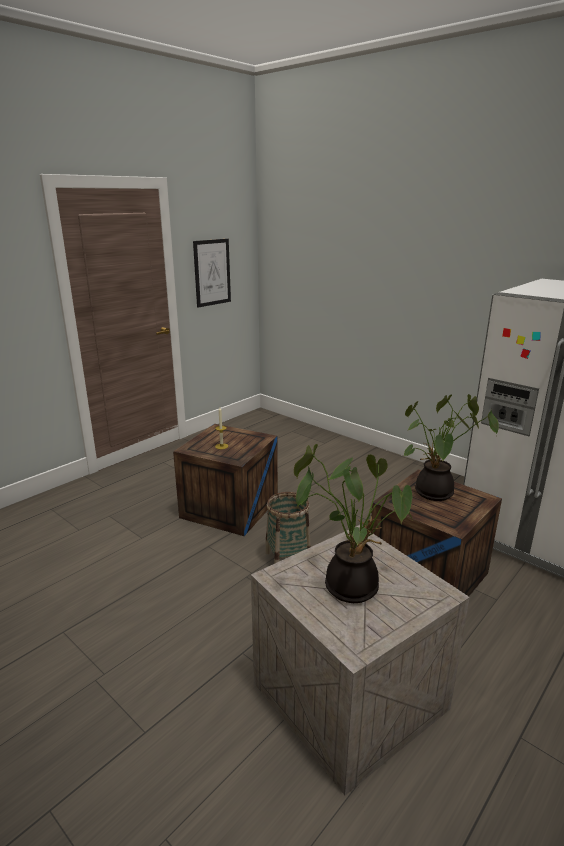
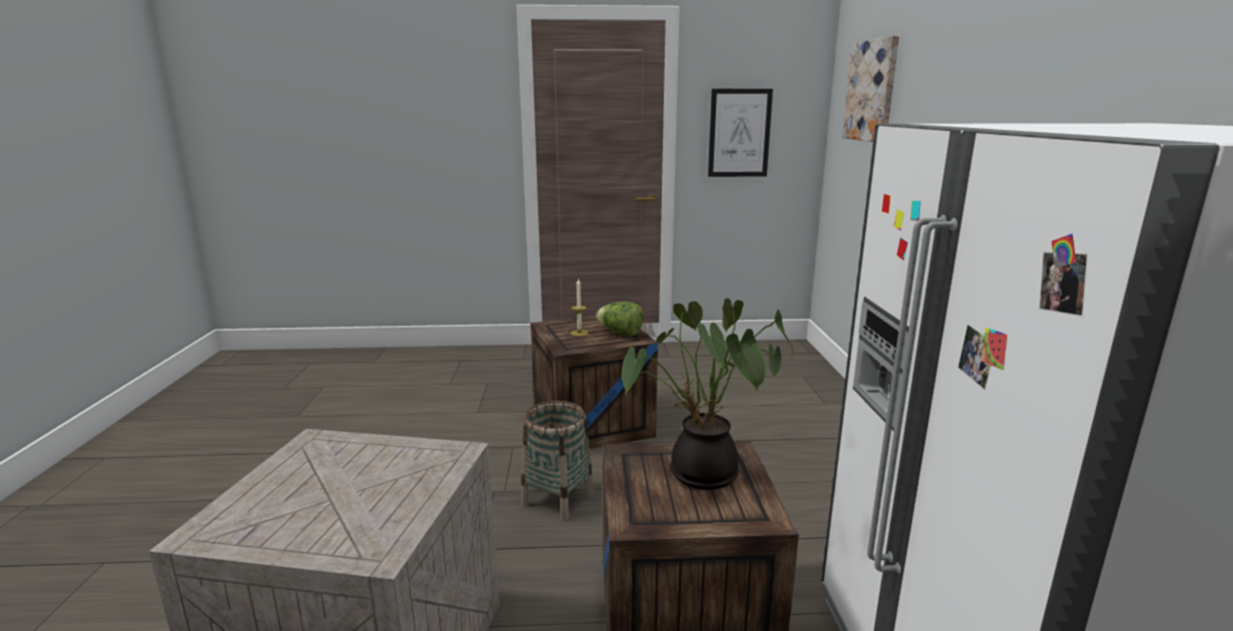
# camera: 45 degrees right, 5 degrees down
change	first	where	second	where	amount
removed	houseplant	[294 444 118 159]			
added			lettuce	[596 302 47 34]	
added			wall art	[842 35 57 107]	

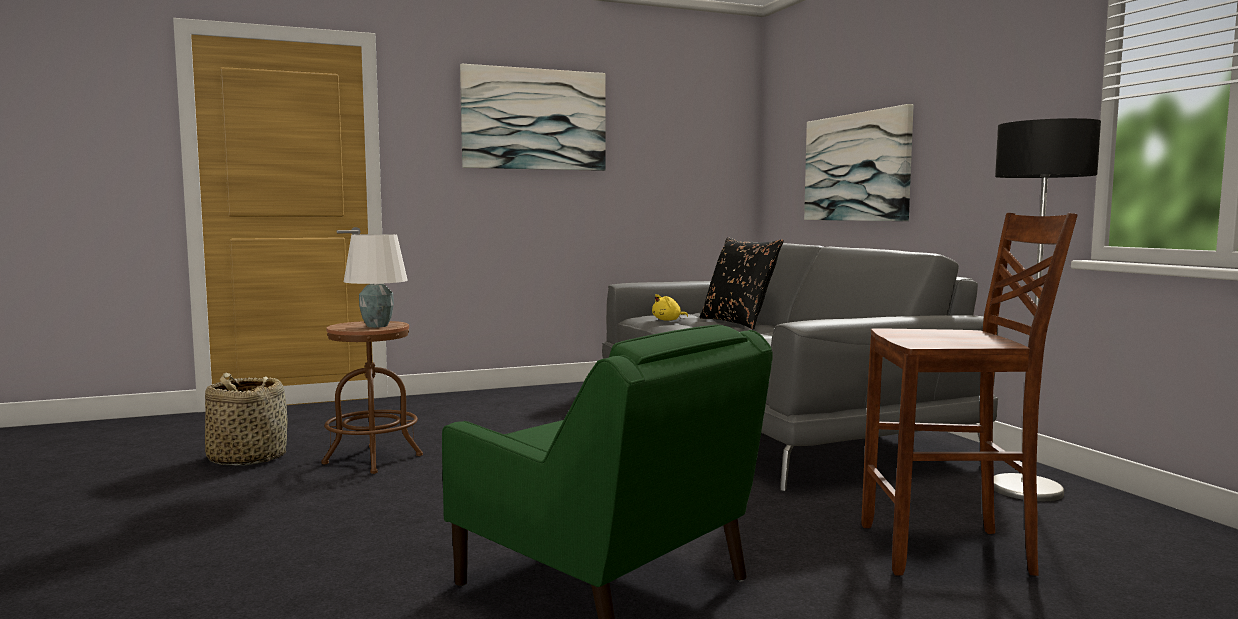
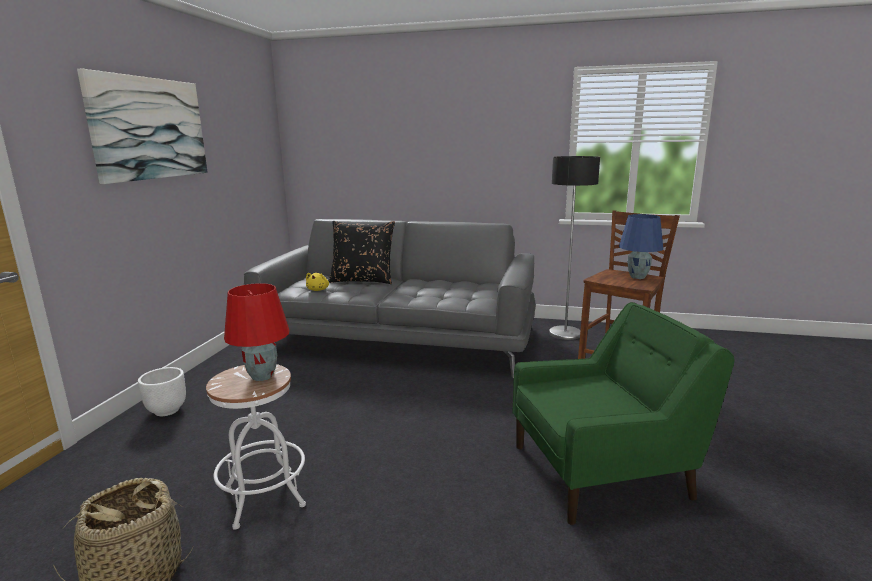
# camera: 55 degrees left, 10 degrees up
change	first	where	second	where	amount
recoloured	brown-coloured stool	[321 321 102 153]	whitish stool	[206 364 100 166]	
recoloured	whitish lamp for a table	[344 234 64 94]	red-coloured lamp for a table	[224 283 66 98]	
removed	wall art	[804 104 110 117]			
added			whitish flower pot	[138 367 48 49]	
added			blue lamp for a table	[619 214 44 65]	

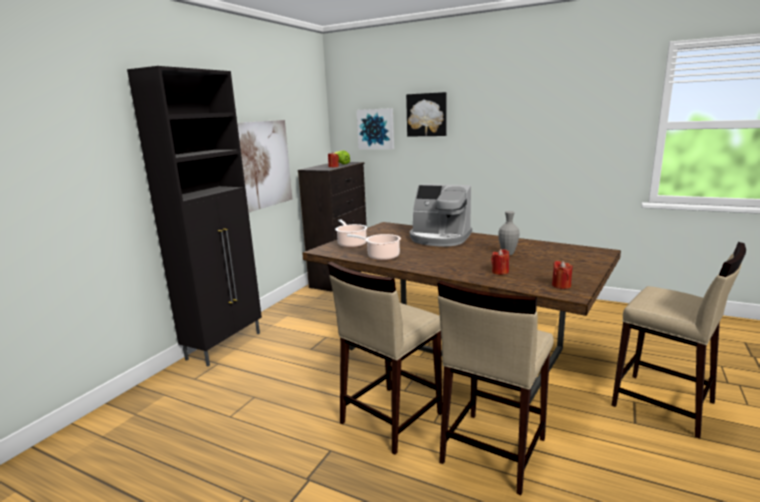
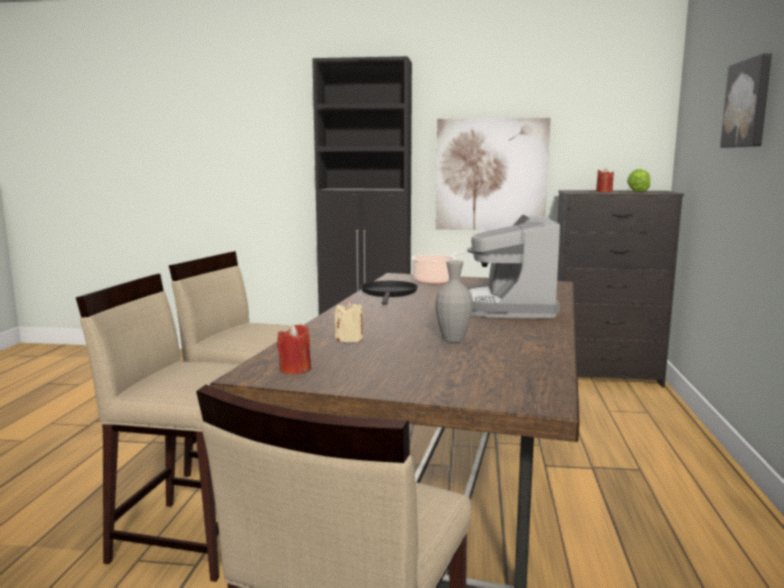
# camera: 70 degrees right, 5 degrees down
change	first	where	second	where	amount
replaced	stockpot	[347 234 54 26]	black-coloured pan	[361 281 57 24]	
removed	wall art	[357 108 37 41]			
recoloured	red-coloured wax light	[491 249 18 26]	beige wax light	[335 300 28 42]	

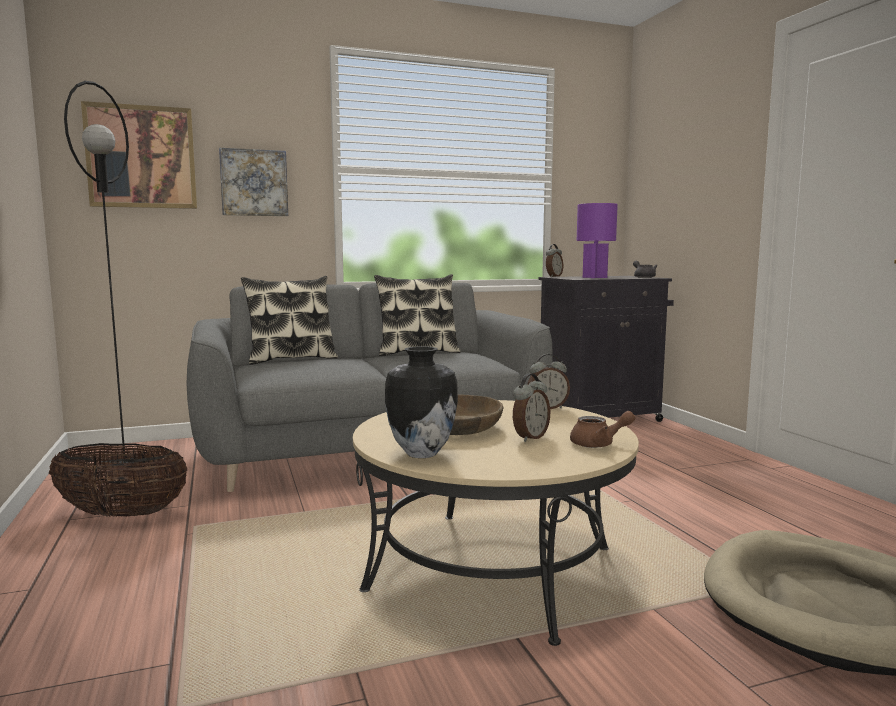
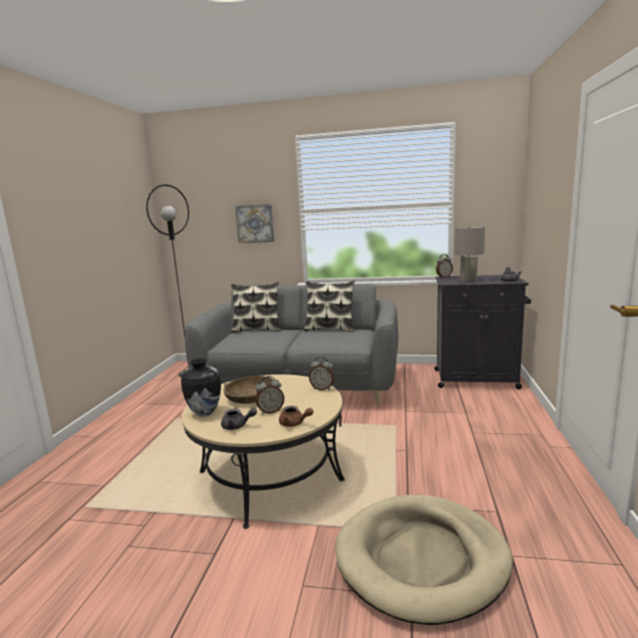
# camera: 30 degrees right, 5 degrees up
change	first	where	second	where	amount
removed	storage basket	[49 443 138 74]			
removed	wall art	[81 101 116 108]			
recoloured	purplish lamp for a table	[577 203 41 75]	gray lamp for a table	[454 226 31 56]	
added			gray tea pot	[221 408 36 22]	

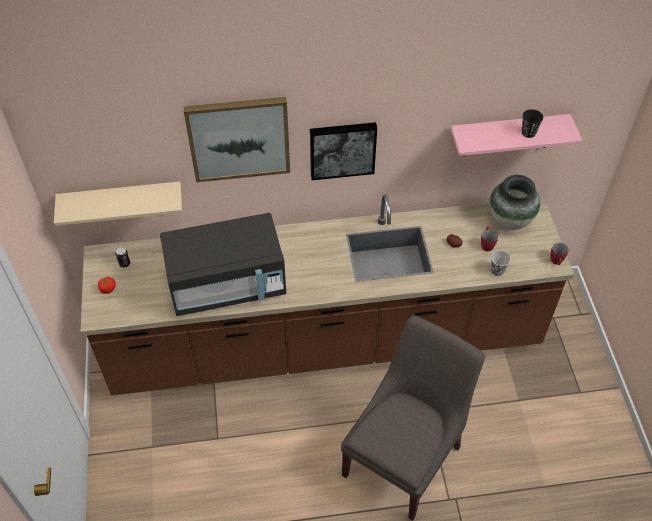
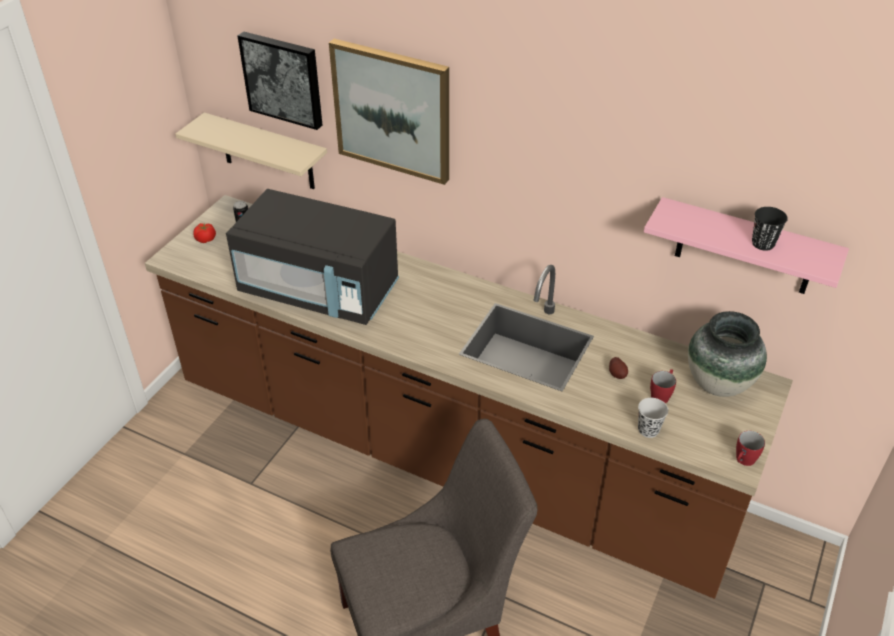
# camera: 35 degrees right, 10 degrees down
change	first	where	second	where	amount
moved	wall art	[310 122 67 58]		[238 32 84 98]	

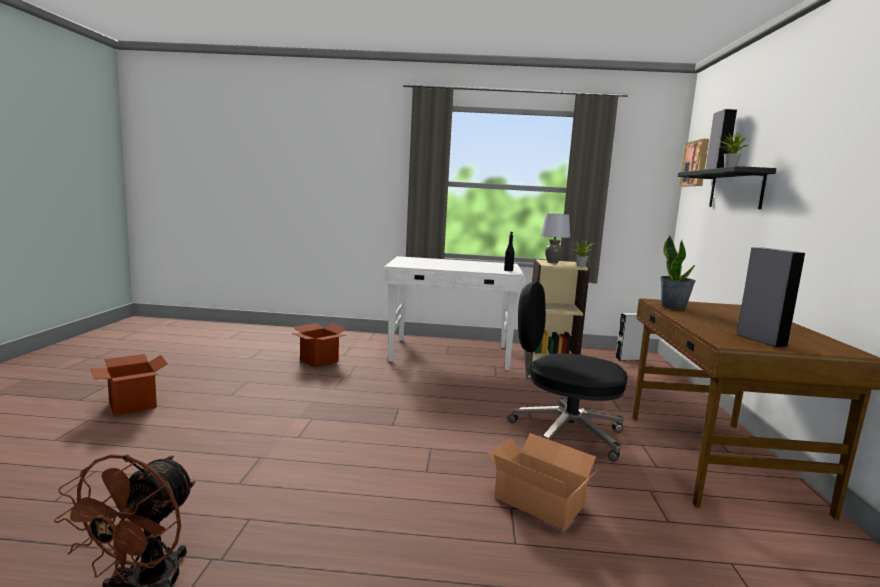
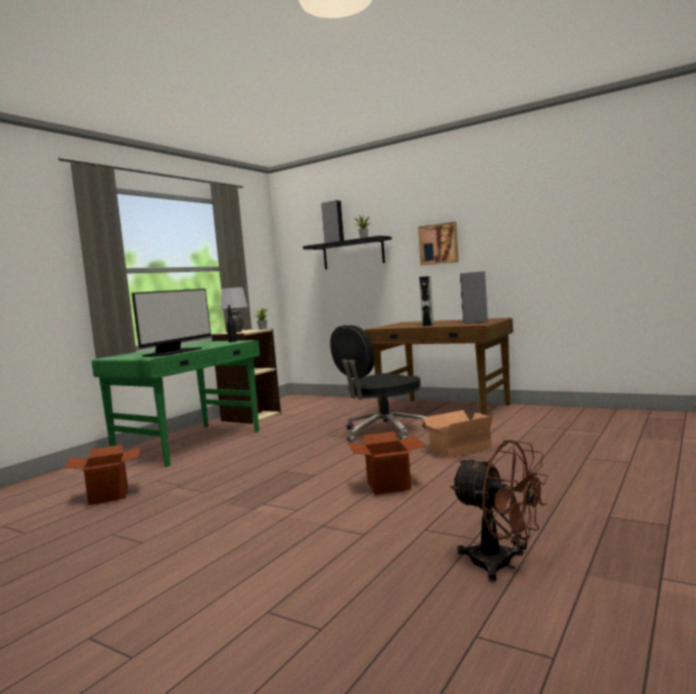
# camera: 60 degrees left, 5 degrees down
change	first	where	second	where	amount
moved	carton	[91 354 77 62]		[348 431 78 64]	
recoloured	whitish desk table	[382 256 144 114]	green-coloured desk table	[92 340 168 127]	
moved	gray loudspeaker	[615 313 29 48]		[419 276 15 51]	
removed	houseplant	[661 235 35 75]			
moved	wall art	[679 139 30 48]		[418 222 41 44]	
added			computer screen	[132 289 79 68]	

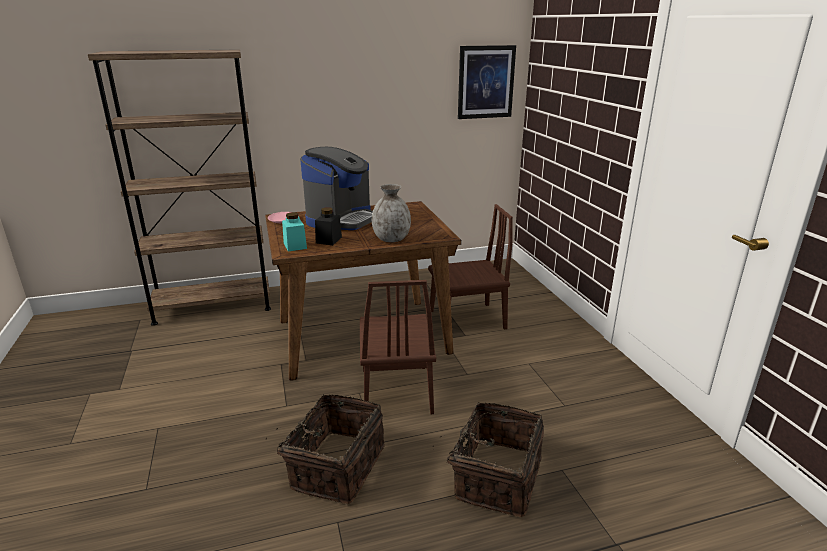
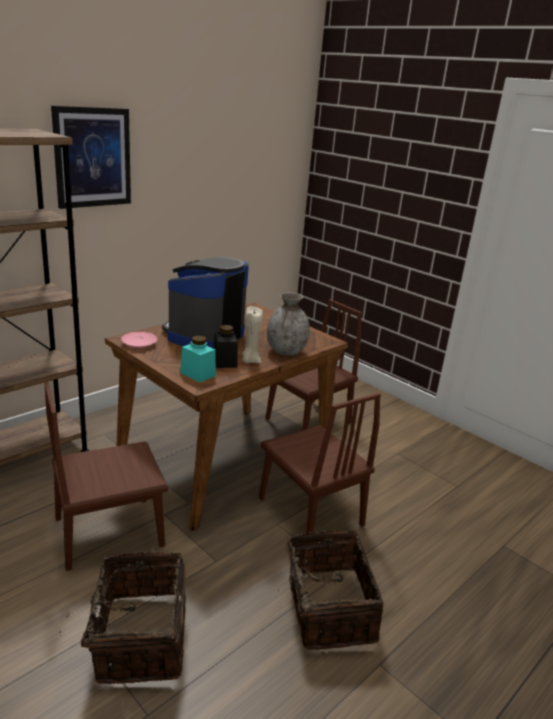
# camera: 30 degrees left, 0 degrees up
change	first	where	second	where	amount
turned	coffee machine	[300 147 73 83]		[162 257 87 92]	150 degrees counterclockwise
moved	storage basket	[440 403 104 115]		[60 551 126 133]	
moved	wall art	[458 45 58 74]		[51 106 80 103]	
added			brown-coloured chair	[44 382 124 189]	
added			beige wax light	[242 306 21 57]	

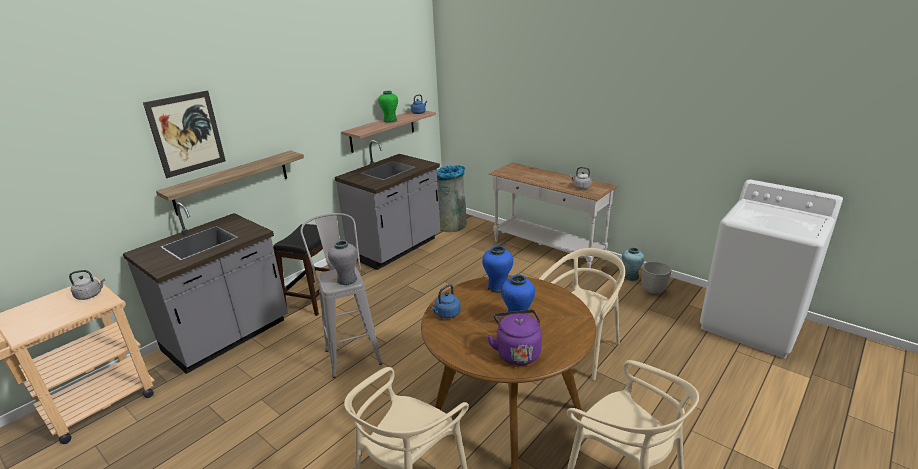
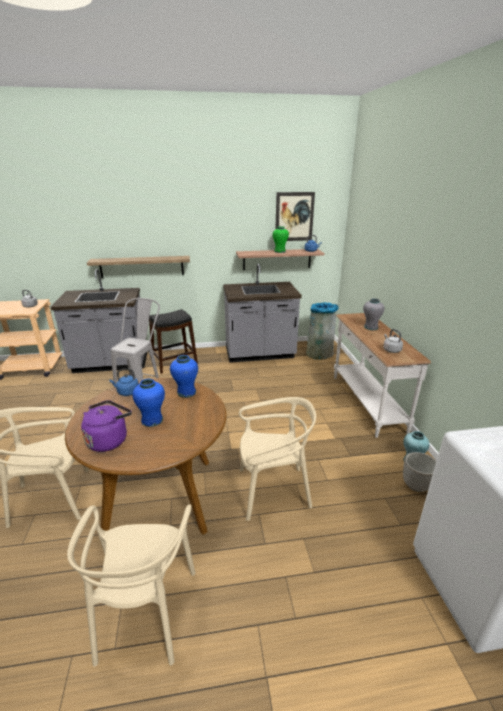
# camera: 40 degrees right, 0 degrees up
change	first	where	second	where	amount
moved	wall art	[143 90 83 88]		[275 192 40 49]	
moved	gray vase	[328 240 30 45]		[363 298 22 32]	

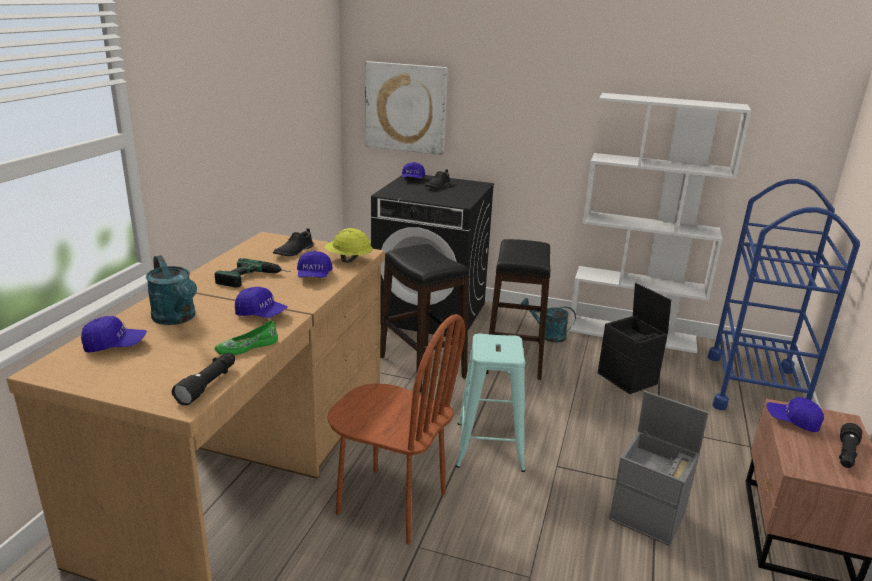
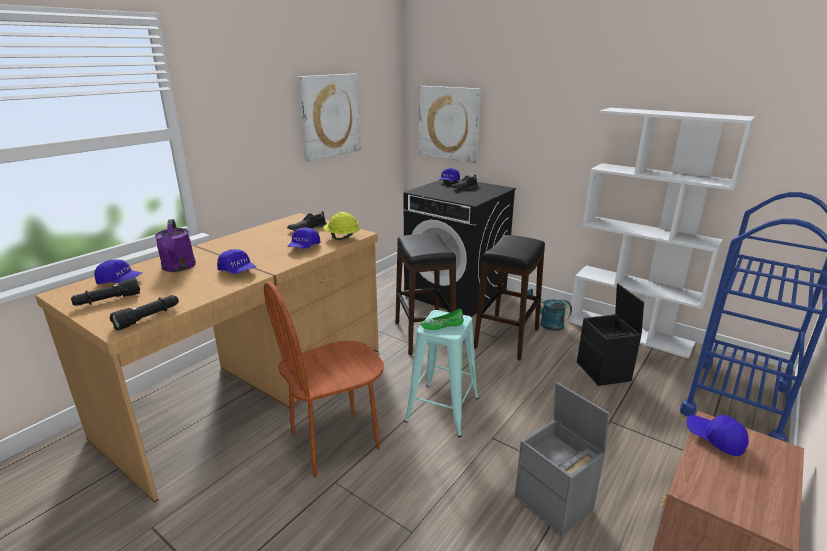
# camera: 20 degrees right, 0 degrees up
change	first	where	second	where	amount
recoloured	blue-green watering can	[146 255 51 70]	purplish watering can	[155 219 41 53]	
removed	electric drill	[215 258 76 30]			
moved	green-coloured item of footwear	[215 321 63 34]		[421 309 43 21]	
turned	brown-coloured chair	[327 314 138 231]		[264 281 120 196]	105 degrees clockwise
moved	black-coloured flashlight	[839 423 23 45]		[71 278 69 28]	
added			wall art	[297 74 64 87]	

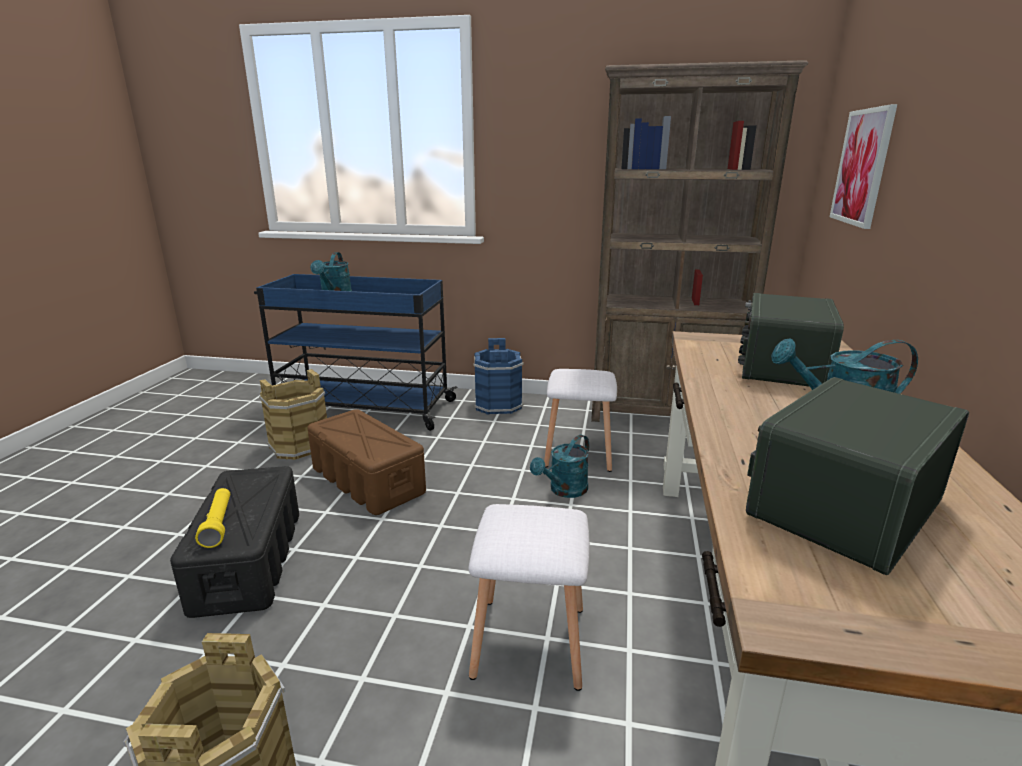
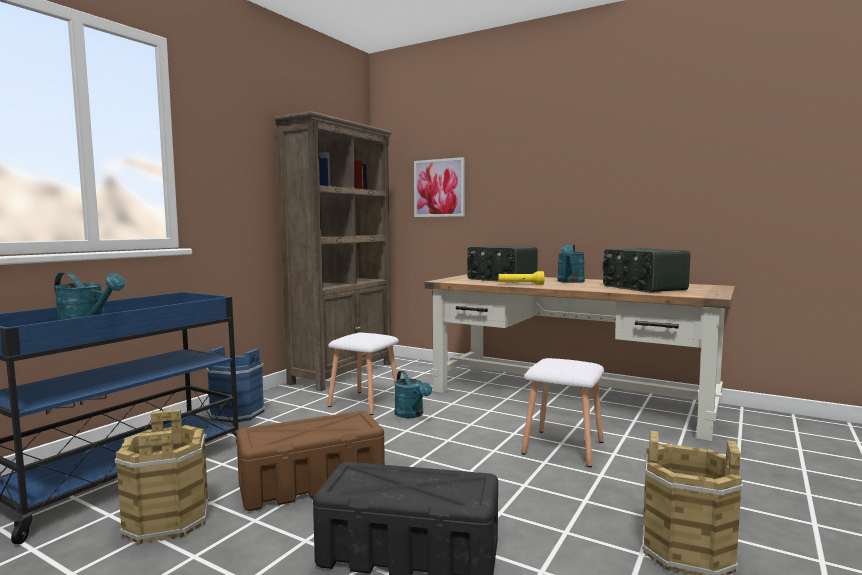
# camera: 70 degrees left, 15 degrees down
change	first	where	second	where	amount
moved	yellowish flashlight	[195 488 35 60]		[498 271 46 14]	

